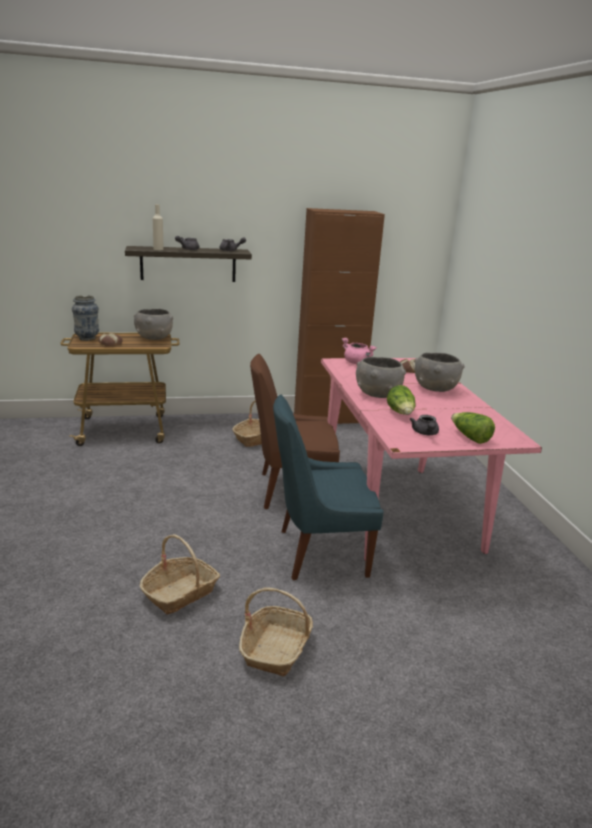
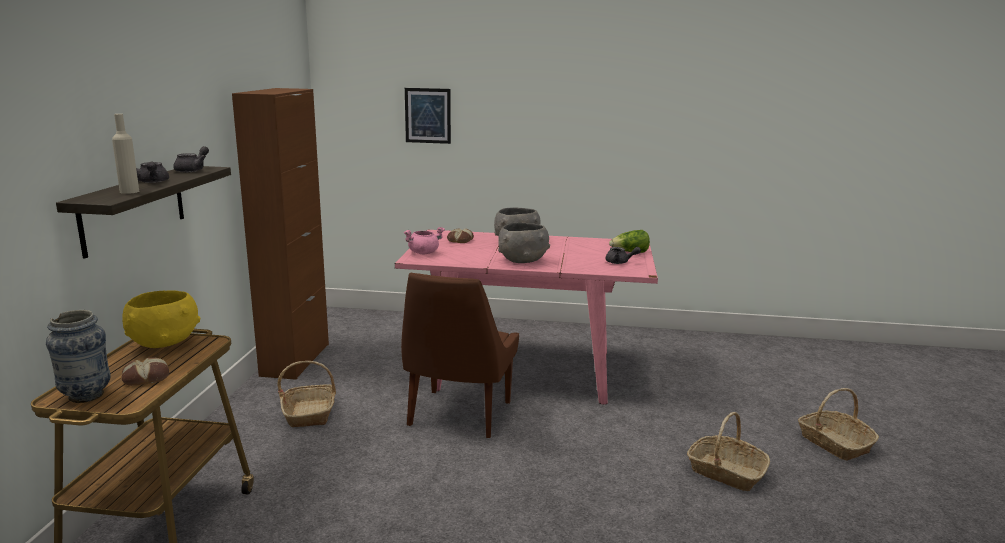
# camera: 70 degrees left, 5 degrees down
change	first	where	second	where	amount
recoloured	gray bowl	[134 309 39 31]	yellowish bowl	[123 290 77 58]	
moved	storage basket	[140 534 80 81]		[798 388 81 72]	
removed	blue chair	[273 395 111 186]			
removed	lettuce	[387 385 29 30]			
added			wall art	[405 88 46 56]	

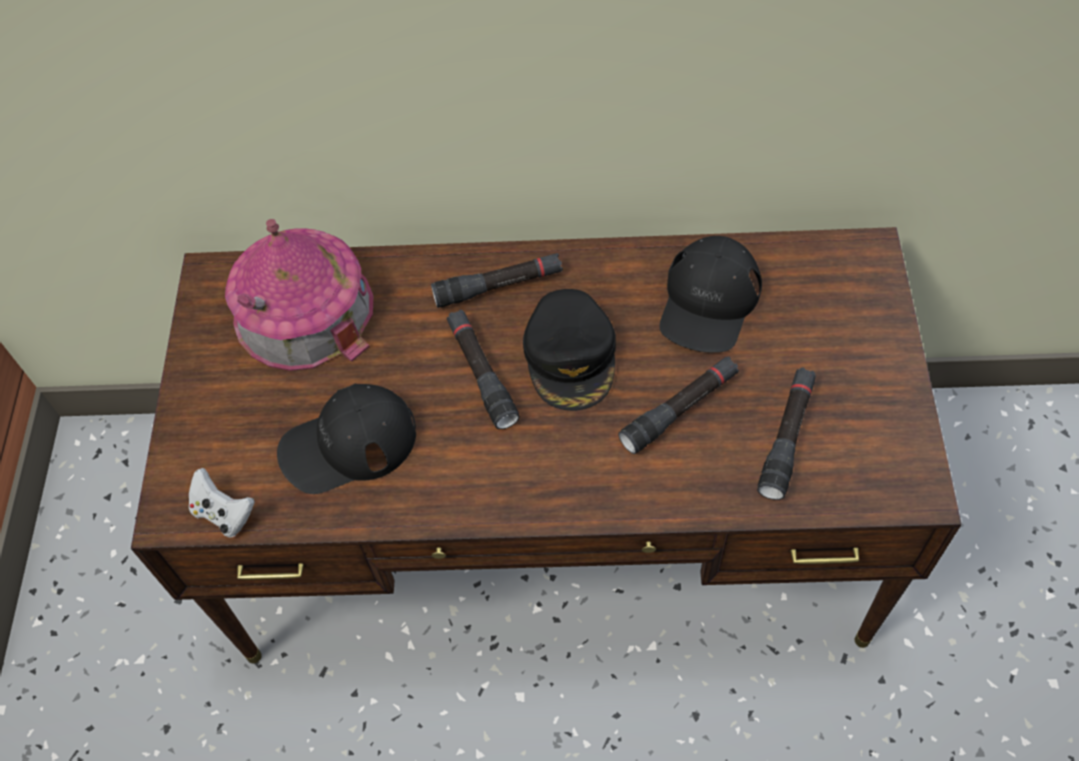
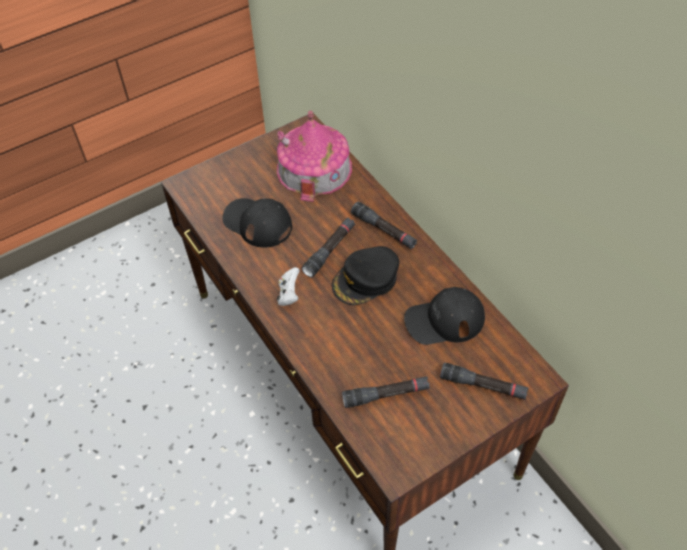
# camera: 55 degrees right, 5 degrees down
change	first	where	second	where	amount
moved	whitish game controller	[189 468 66 70]		[277 267 23 39]	
moved	black-coloured flashlight	[618 356 121 98]		[440 362 89 38]	

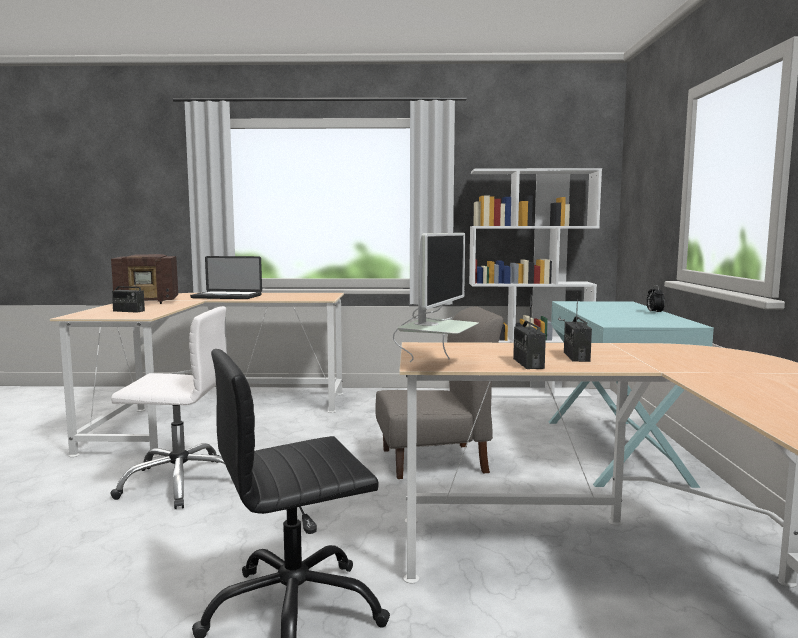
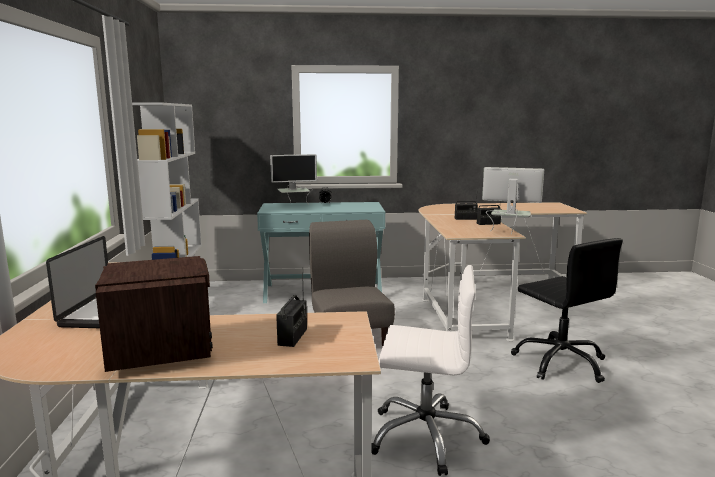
# camera: 95 degrees left, 5 degrees up
change	first	where	second	where	amount
turned	whitish desk chair	[110 306 117 203]		[372 265 118 211]	105 degrees clockwise
added			computer screen	[270 154 47 51]	

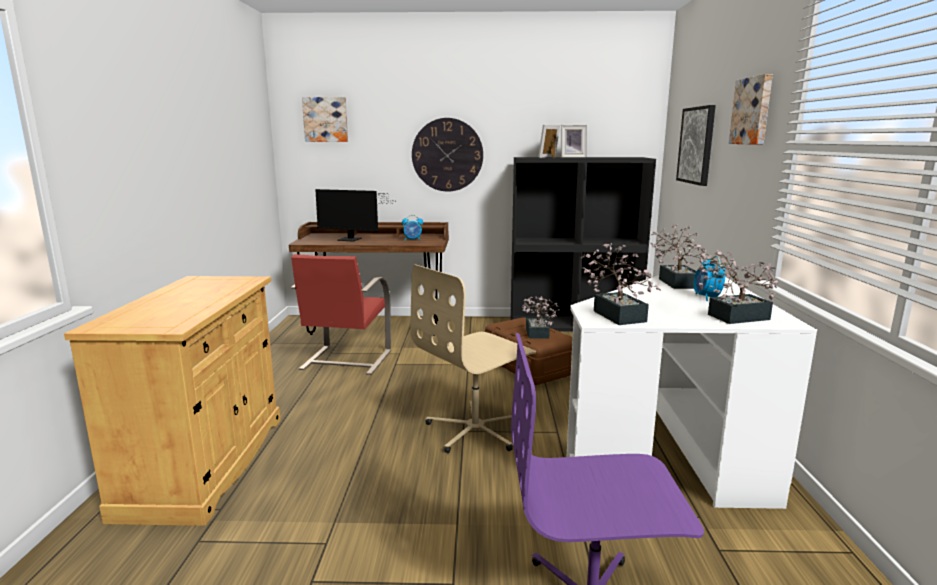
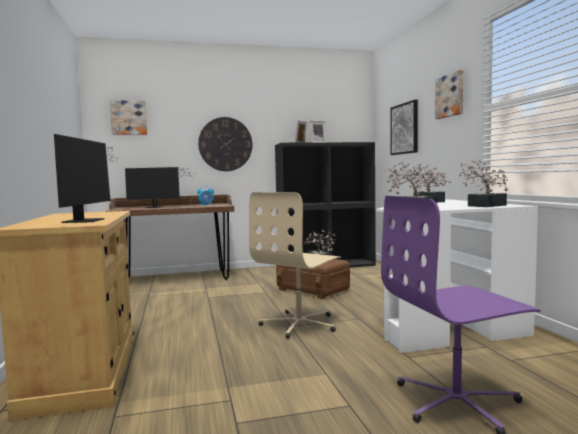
# camera: 15 degrees left, 10 degrees down
change	first	where	second	where	amount
removed	red-coloured chair	[291 254 100 121]			
removed	alarm clock	[694 256 31 45]			
added			computer screen	[54 134 65 89]	

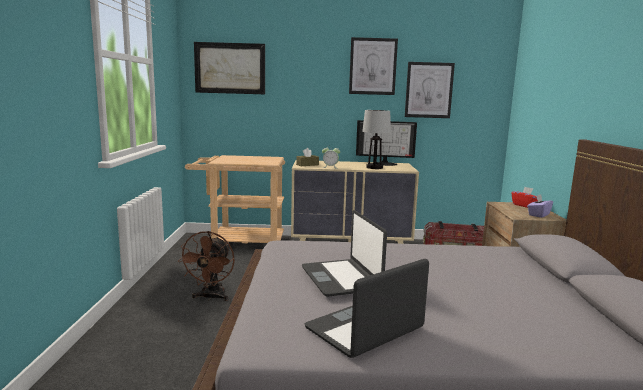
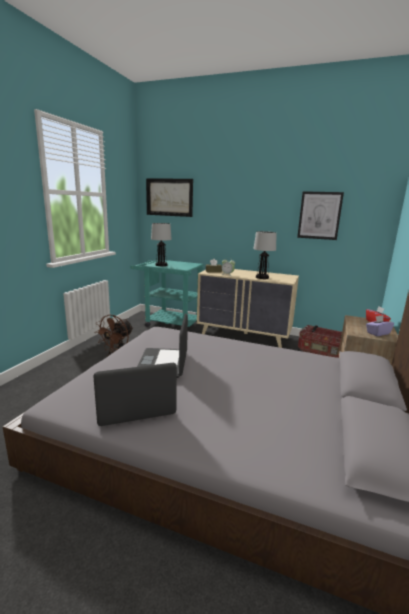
# camera: 20 degrees right, 5 degrees up
change	first	where	second	where	amount
recoloured	beige wheeled cart	[185 155 100 88]	blue-green wheeled cart	[130 260 74 67]	
removed	wall art	[349 37 49 58]			
removed	computer screen	[356 120 61 46]			
added			lamp for a table	[151 223 21 43]	

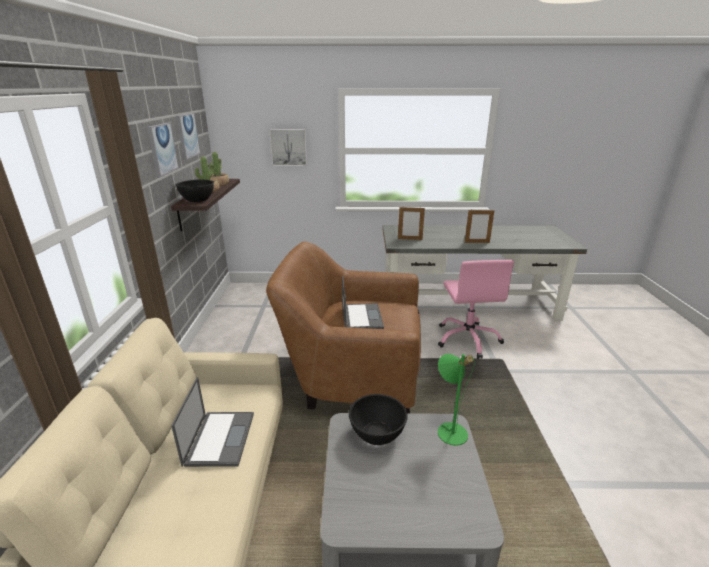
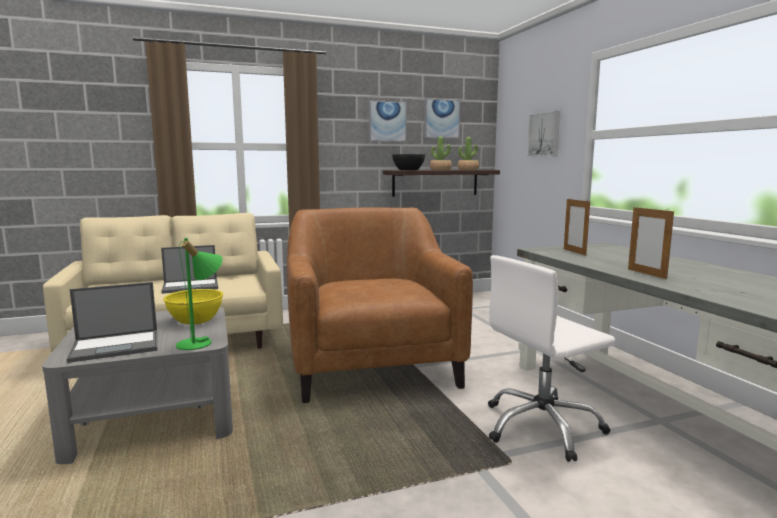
# camera: 70 degrees right, 15 degrees down
change	first	where	second	where	amount
moved	laptop	[342 276 42 53]		[67 282 90 81]	
recoloured	black-coloured bowl	[349 394 59 51]	yellowish bowl	[163 289 60 35]	
recoloured	pinkish desk chair	[438 260 76 99]	whitish desk chair	[488 255 128 207]	

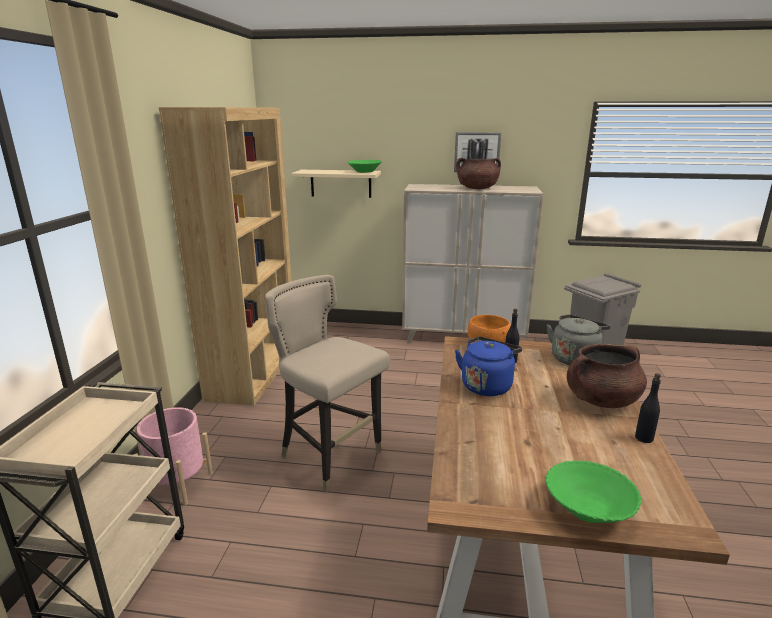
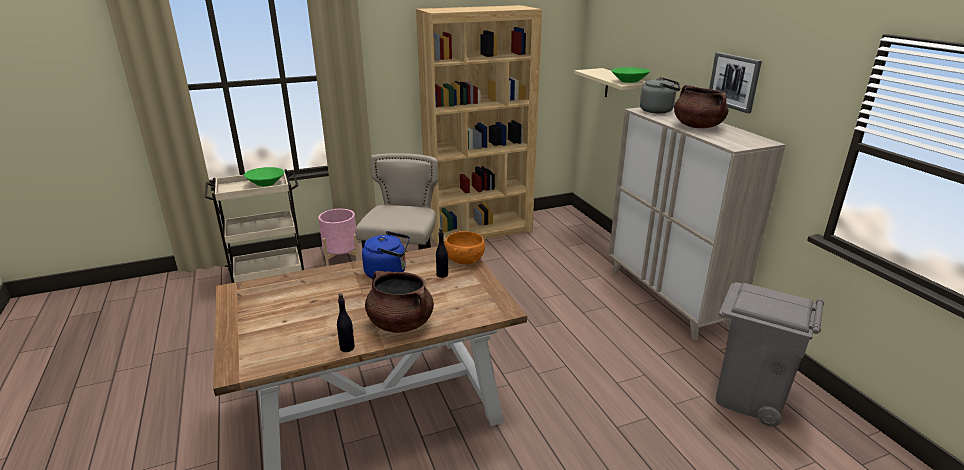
# camera: 60 degrees right, 5 degrees up
change	first	where	second	where	amount
moved	green-coloured bowl	[546 460 95 63]		[244 167 40 20]	
moved	gray water kettle	[547 314 63 51]		[640 77 40 36]	

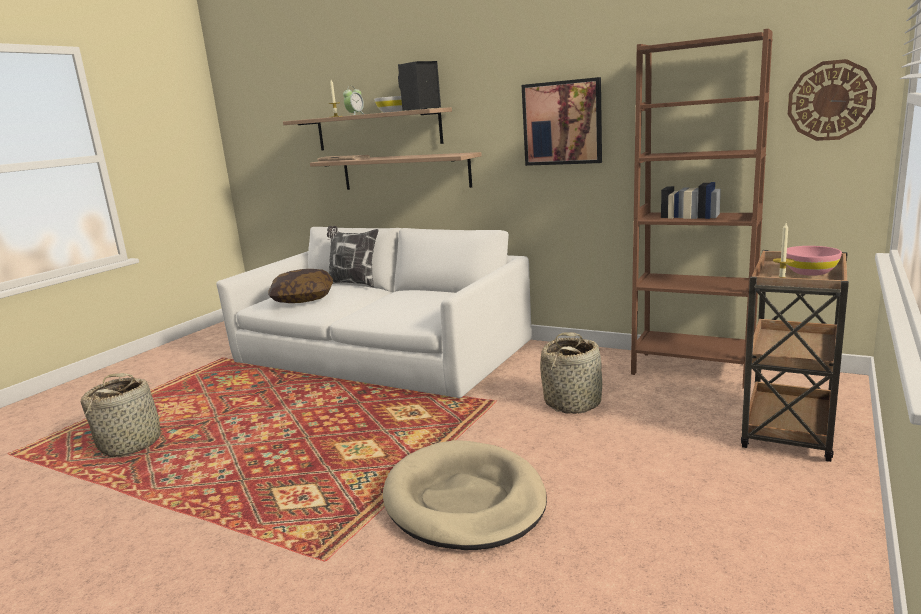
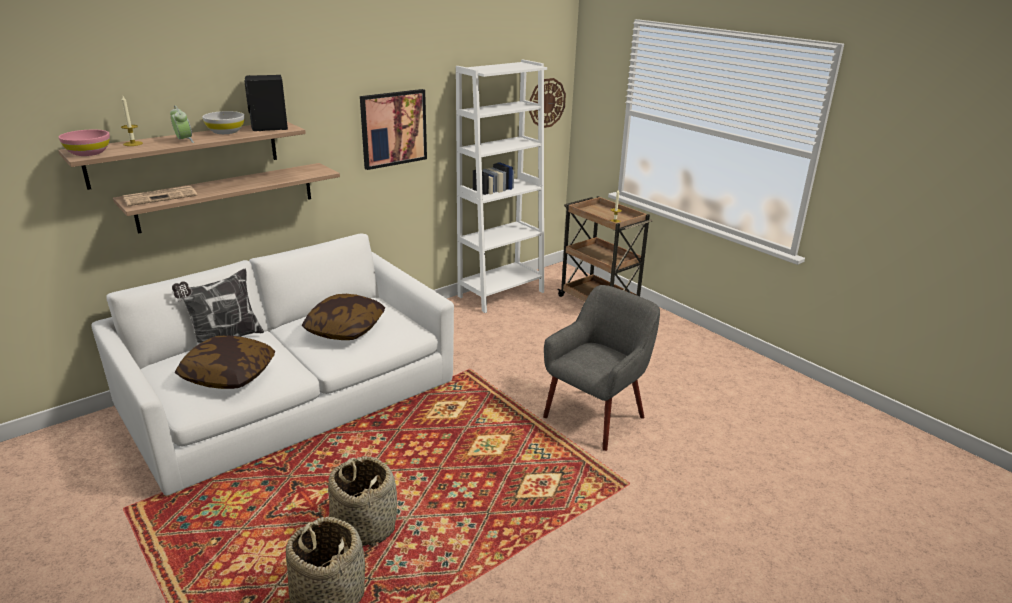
# camera: 70 degrees left, 10 degrees up
change	first	where	second	where	amount
replaced	beige dog cushion	[383 440 164 110]	gray lounge chair	[543 285 117 166]	
moved	storage basket	[540 332 62 82]		[328 456 69 90]	
recoloured	brown-coloured bookcase	[631 29 142 359]	whitish bookcase	[456 60 91 253]	
moved	pinkish bowl	[786 246 56 30]		[59 129 51 27]	
added			pillow	[302 294 83 46]	

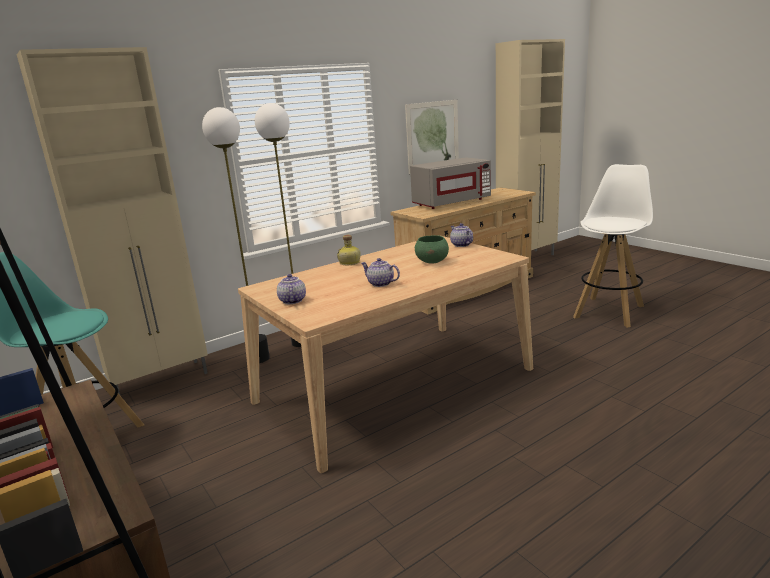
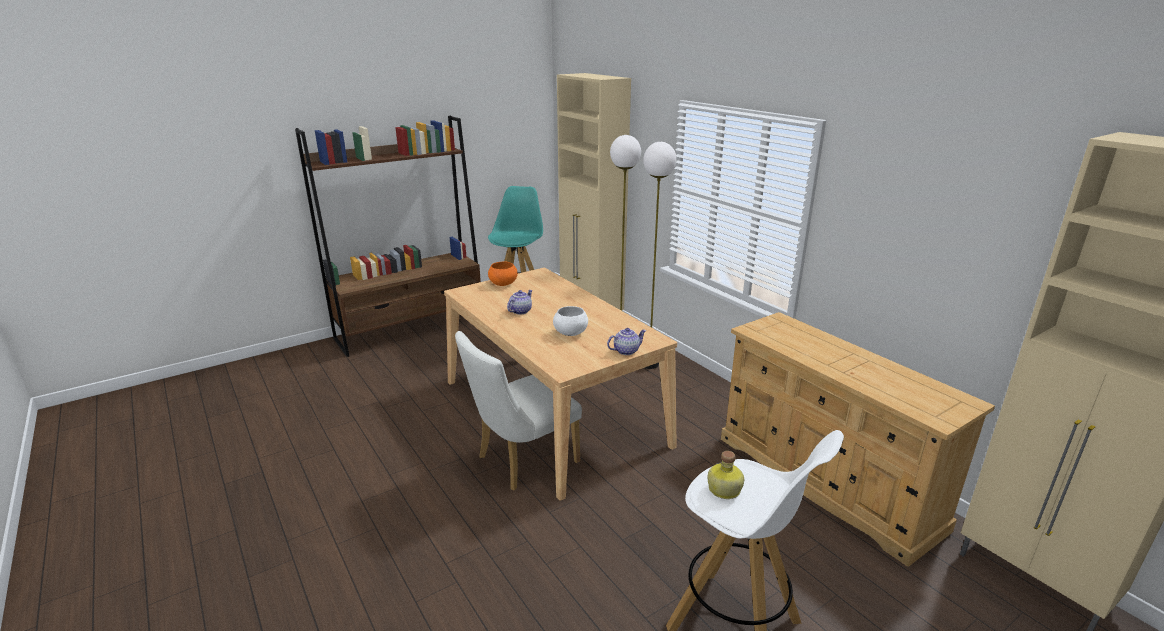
# camera: 90 degrees right, 5 degrees up
change	first	where	second	where	amount
replaced	tea pot	[277 274 29 30]	orange bowl	[488 261 30 25]	
moved	beverage bottle	[337 235 24 30]		[707 451 37 48]	
removed	wall art	[405 100 54 74]			
removed	gray microwave	[410 157 81 52]			
recoloured	green-coloured bowl	[415 235 34 29]	whitish bowl	[553 306 35 30]	
added			whitish chair	[455 331 127 159]	

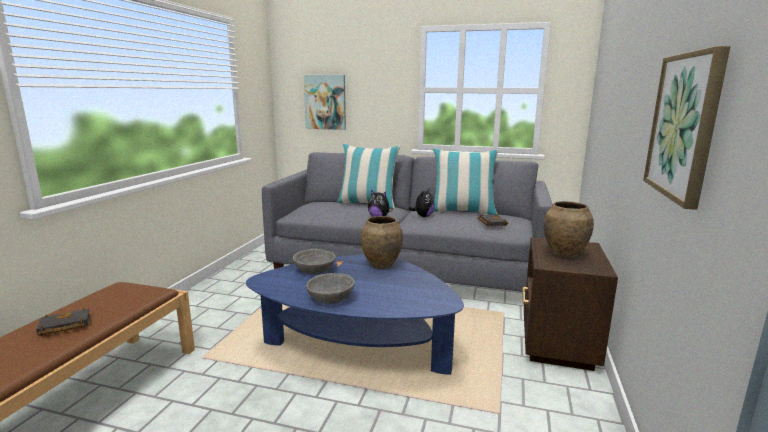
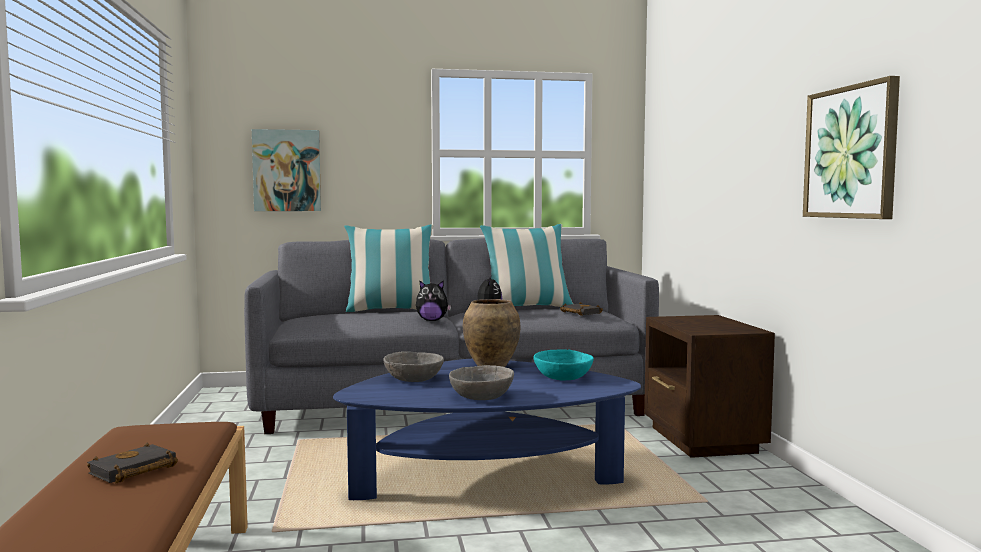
# camera: 25 degrees left, 10 degrees down
change	first	where	second	where	amount
removed	brown-coloured vase	[544 201 50 58]			
added			blue-green bowl	[533 349 61 32]	

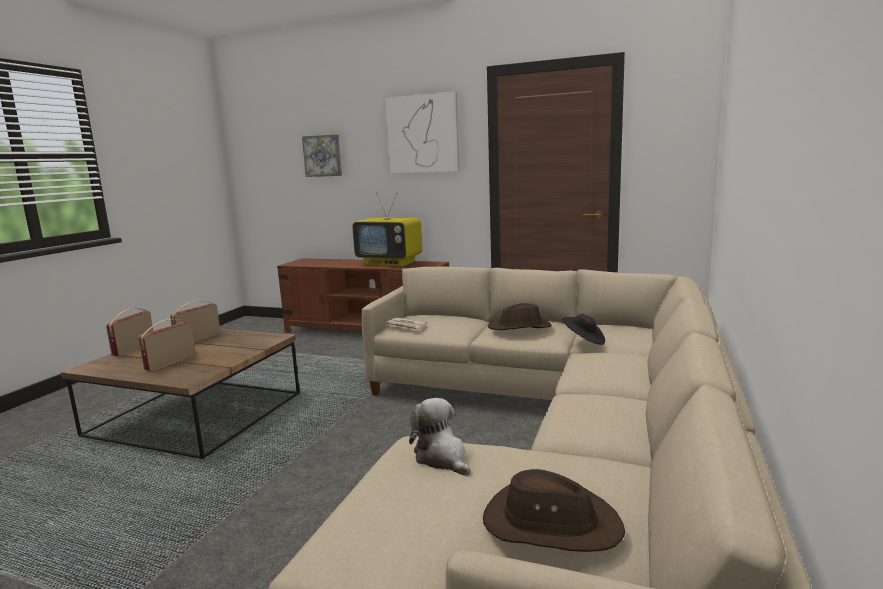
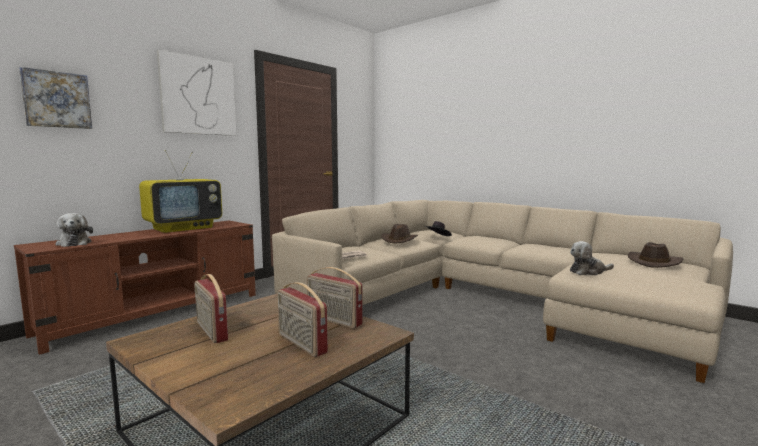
# camera: 70 degrees left, 5 degrees down
change	first	where	second	where	amount
moved	radio	[106 308 47 48]		[307 267 56 62]	
added			soft toy	[55 213 38 34]	

